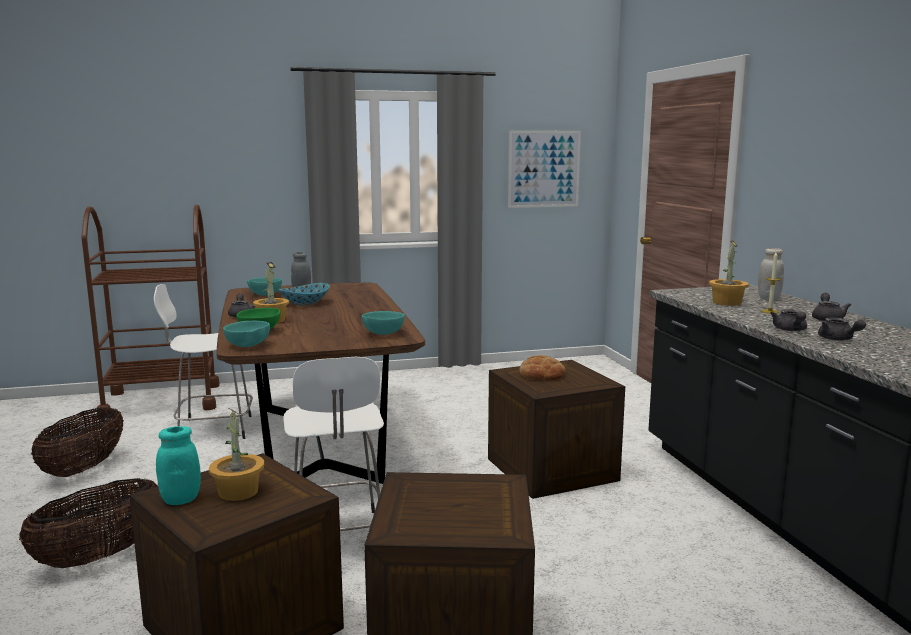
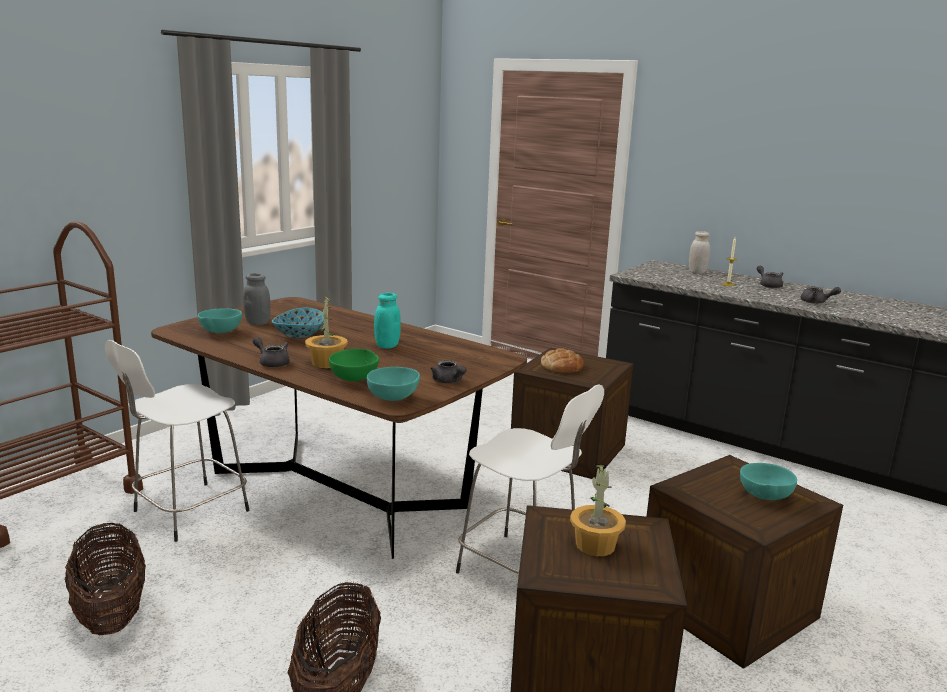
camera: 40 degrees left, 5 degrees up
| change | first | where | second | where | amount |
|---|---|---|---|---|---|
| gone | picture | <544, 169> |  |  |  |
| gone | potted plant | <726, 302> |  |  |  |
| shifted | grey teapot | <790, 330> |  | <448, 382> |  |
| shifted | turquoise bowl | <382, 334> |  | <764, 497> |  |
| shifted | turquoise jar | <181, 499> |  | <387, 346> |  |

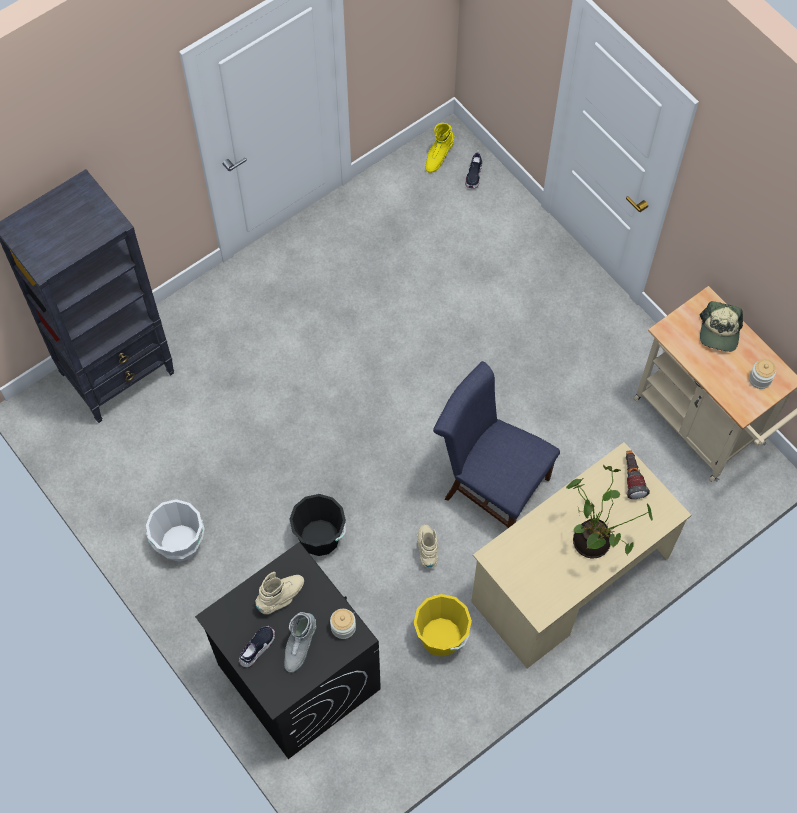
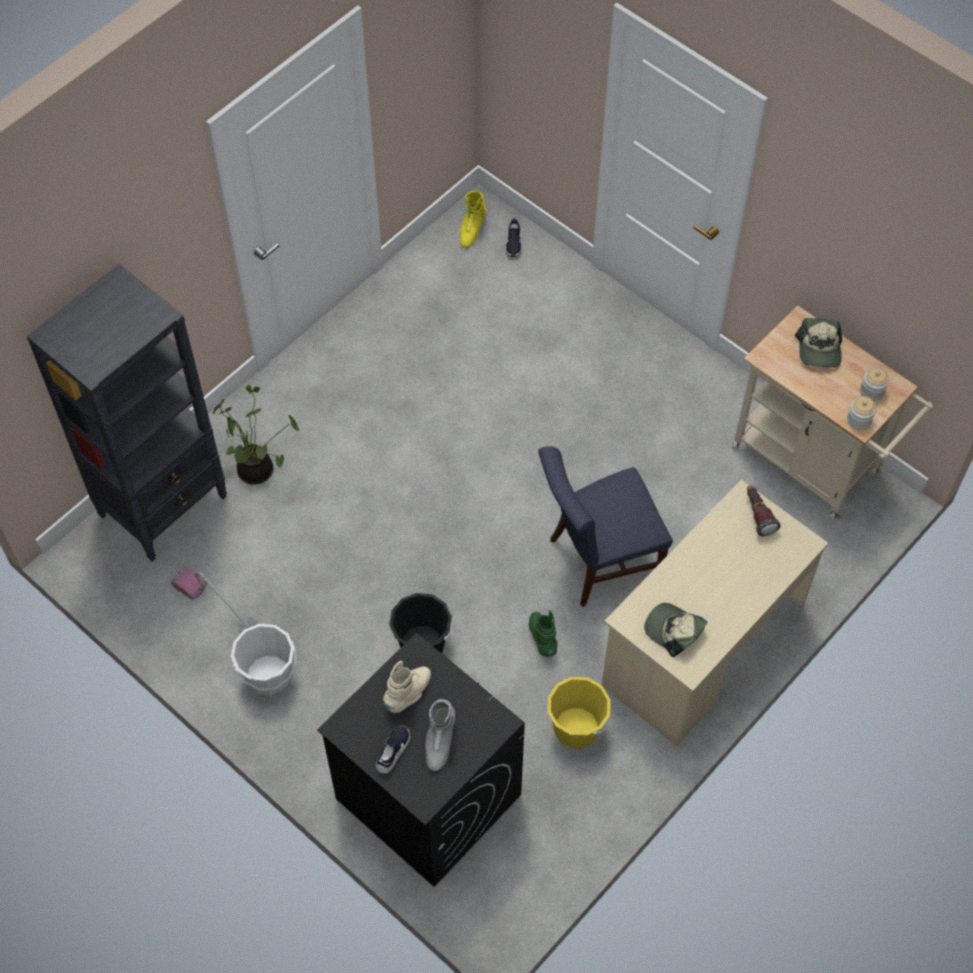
camera: 10 degrees left, 5 degrees down
| change | first | where | second | where | amount |
|---|---|---|---|---|---|
| rotated | blue chair | <490, 486> |  | <597, 561> | 45 degrees counterclockwise |
| shifted | potted plant | <594, 540> |  | <258, 469> |  |
| repainted | beige boot | <427, 549> | green boot | <543, 638> |  |
| shifted | jar | <343, 627> |  | <859, 420> |  |
| new |  |  | vacuum cleaner | <214, 603> |  |
| new |  |  | cap | <674, 631> |  |

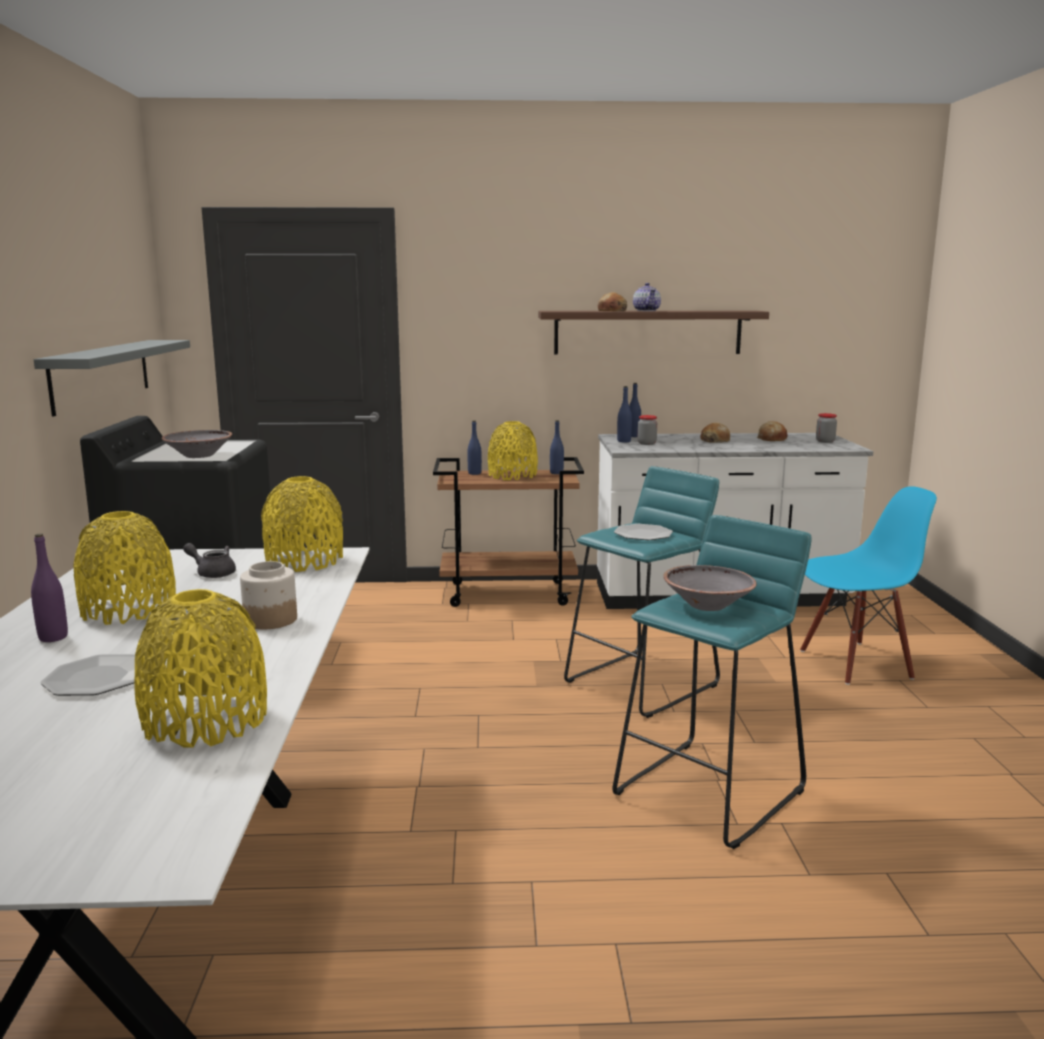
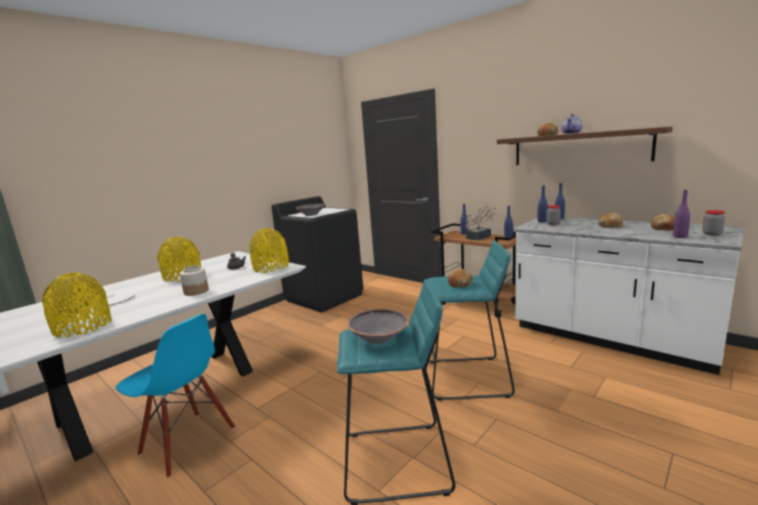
camera: 45 degrees right, 0 degrees up
| change | first | where | second | where | amount |
|---|---|---|---|---|---|
| gone | grey shelf | <102, 374> |  |  |  |
| swapped | yellow vase | <512, 475> | potted plant | <480, 236> |  |
| shifted | blue chair | <855, 663> |  | <187, 442> |  |
| swapped | plate | <643, 534> | bread | <459, 283> |  |
| shifted | purple bottle | <53, 637> |  | <680, 236> |  |

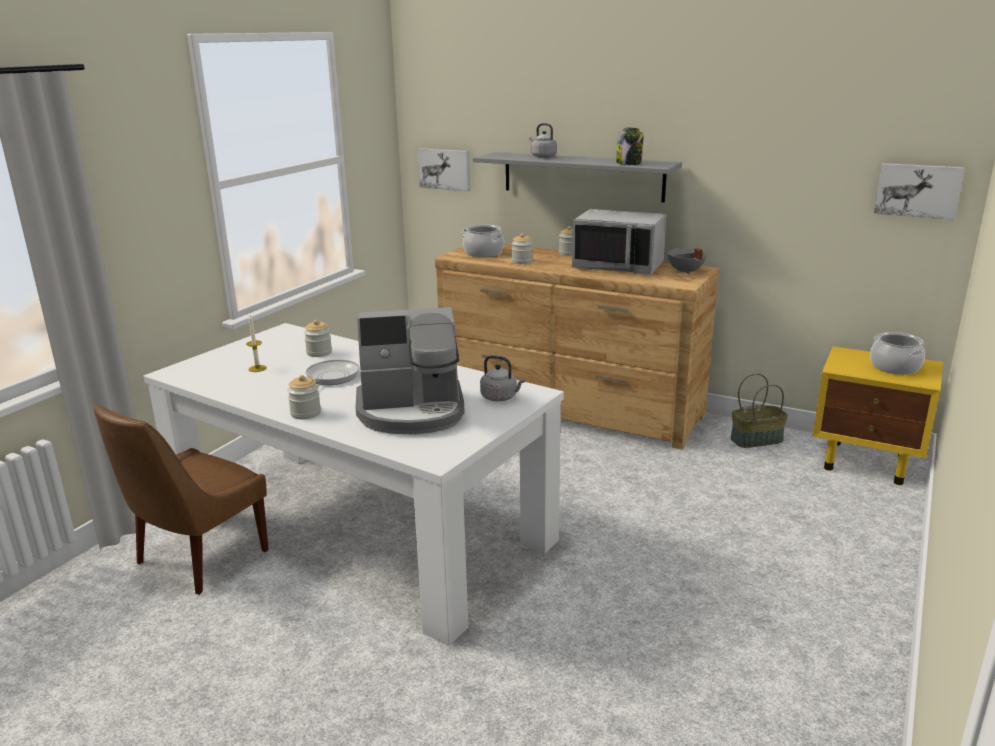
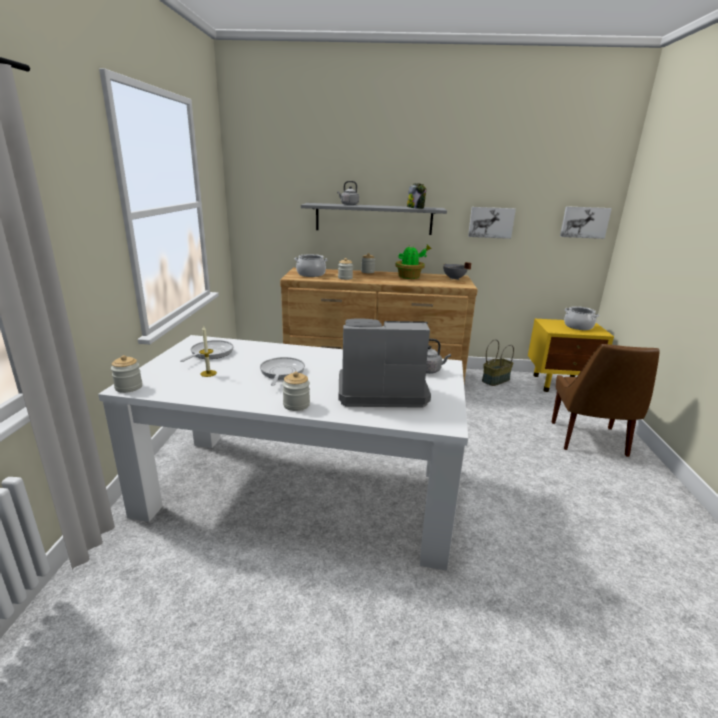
camera: 25 degrees left, 0 degrees up
| change | first | where | second | where | amount |
|---|---|---|---|---|---|
| shifted | picture | <445, 169> |  | <491, 222> |  |
| swapped | grey microwave | <618, 266> | potted plant | <410, 277> |  |
| rotated | coffee machine | <412, 412> |  | <380, 390> | 150 degrees counterclockwise |
| shifted | jar | <319, 352> |  | <129, 387> |  |
| shifted | brown chair | <198, 559> |  | <589, 440> |  |
| new |  |  | frying pan | <210, 353> |  |

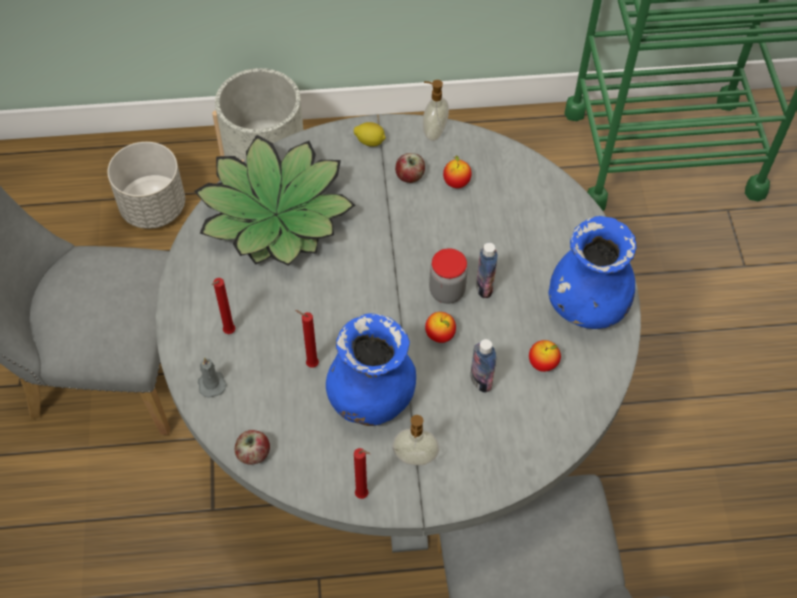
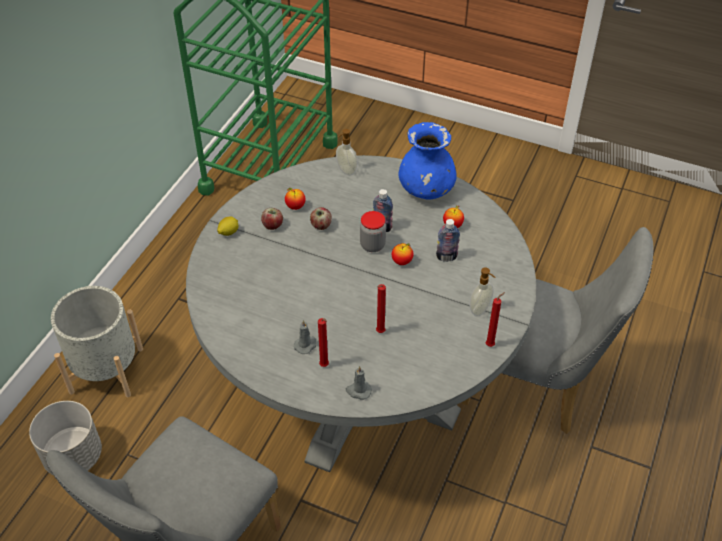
camera: 60 degrees left, 10 degrees down
| change | first | where | second | where | amount |
|---|---|---|---|---|---|
| shifted | soap dispenser | <433, 131> |  | <346, 171> |  |
| gone | potted plant | <276, 214> |  |  |  |
| gone | blue vase | <371, 398> |  |  |  |
| shifted | apple | <253, 454> |  | <321, 226> |  |
| new |  |  | grey candle | <306, 345> |  |

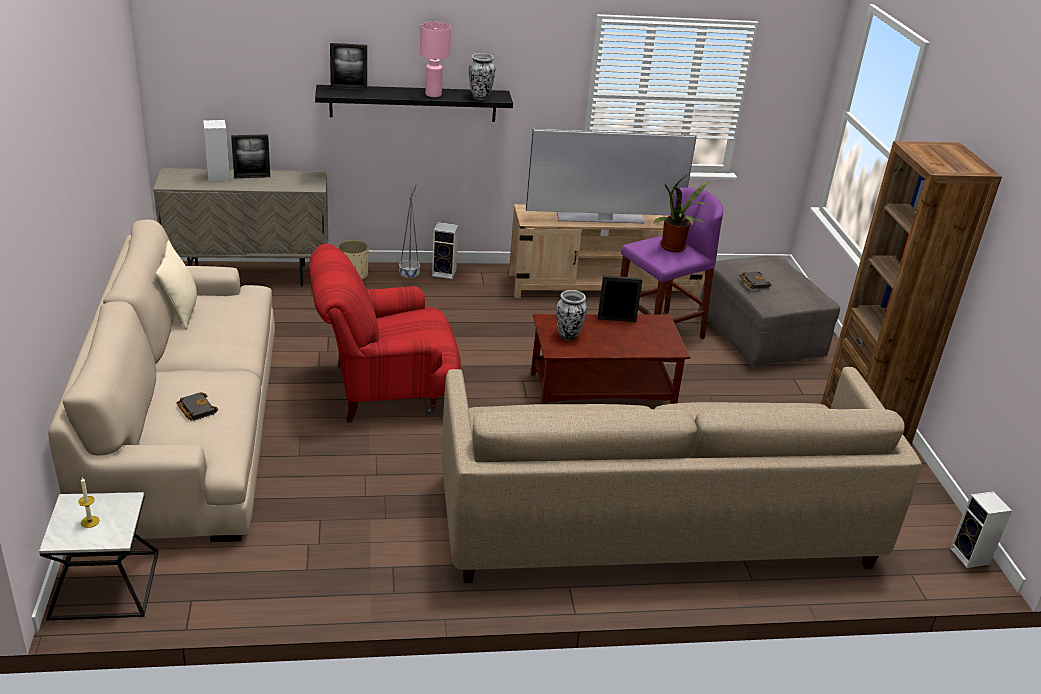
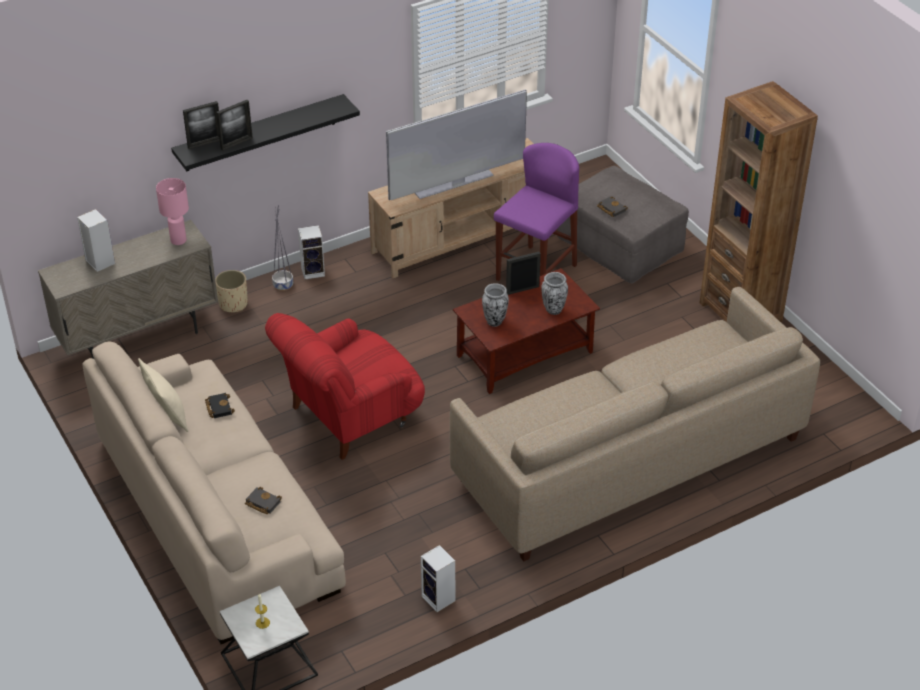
camera: 20 degrees left, 10 degrees up
| change | first | where | second | where | amount |
|---|---|---|---|---|---|
| shifted | pink table lamp | <433, 95> |  | <178, 241> |  |
| shifted | vase | <480, 97> |  | <553, 309> |  |
| shifted | picture frame | <252, 177> |  | <236, 143> |  |
| gone | potted plant | <675, 248> |  |  |  |
| shifted | speaker | <971, 557> |  | <439, 599> |  |
| new |  |  | black book | <218, 407> |  |

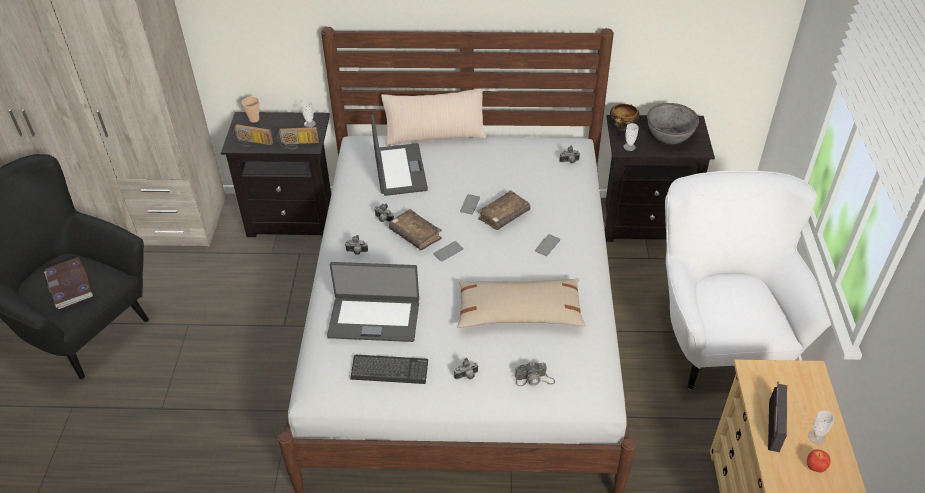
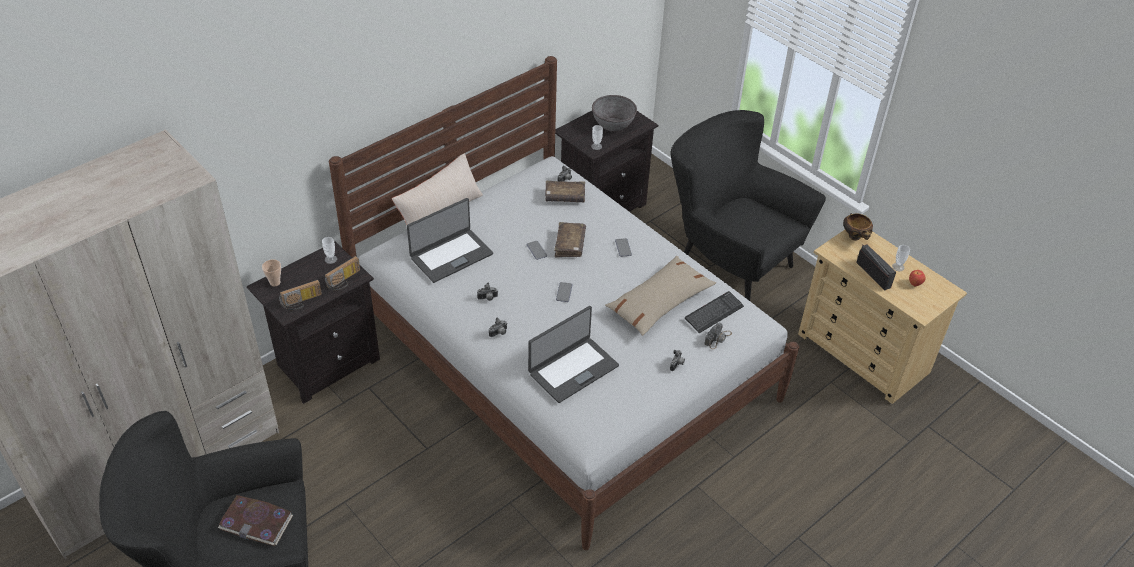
camera: 45 degrees left, 0 degrees up
| change | first | where | second | where | amount |
|---|---|---|---|---|---|
| shifted | bowl | <622, 128> |  | <855, 237> |  |
| rotated | laptop | <399, 170> |  | <451, 255> | 105 degrees clockwise |
| repainted | white armchair | <717, 336> | black armchair | <728, 259> |  |
| shifted | brown book | <415, 235> |  | <565, 196> |  |
| shifted | keyboard | <389, 370> |  | <714, 313> |  |

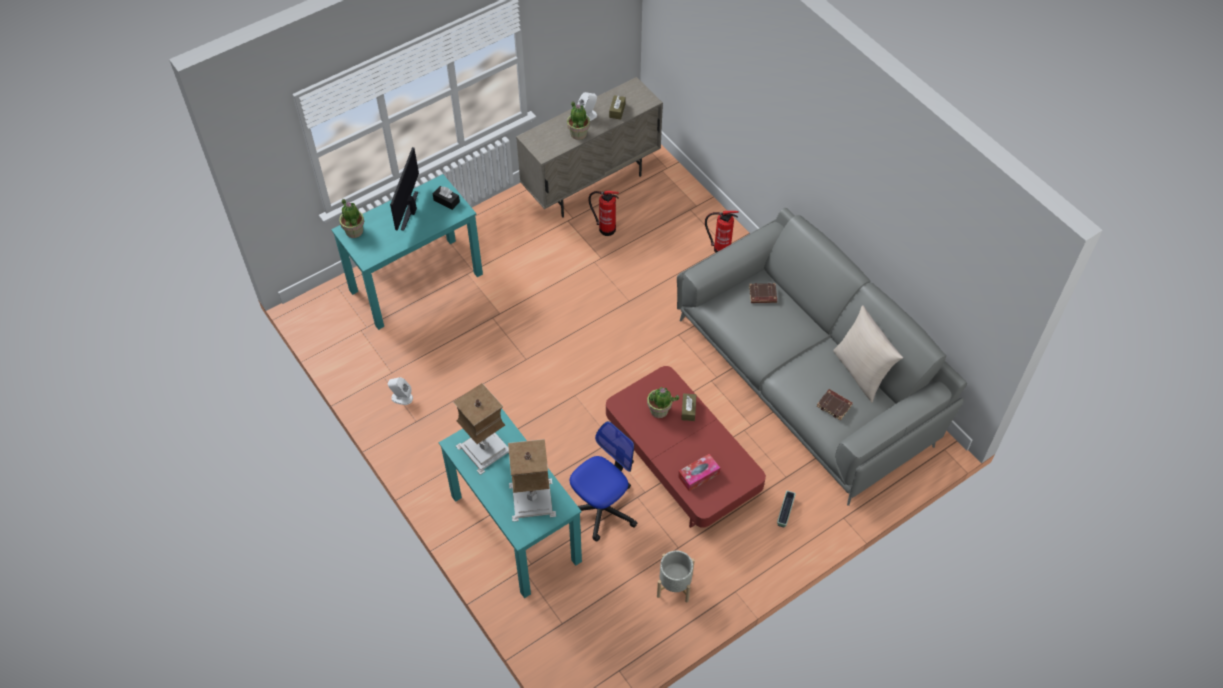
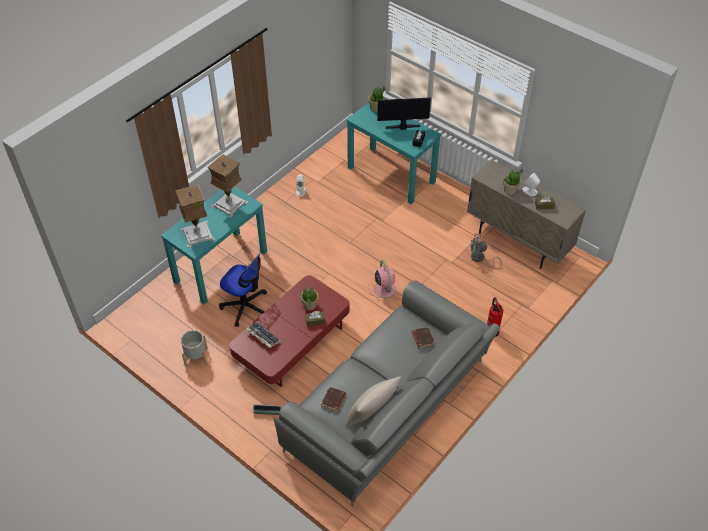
camera: 75 degrees right, 5 degrees down
| change | first | where | second | where | amount |
|---|---|---|---|---|---|
| swapped | fire extinguisher | <605, 228> | grey fan | <480, 259> |  |
| swapped | tissue box | <698, 475> | keyboard | <263, 337> |  |
| new |  |  | pink fan | <384, 288> |  |

